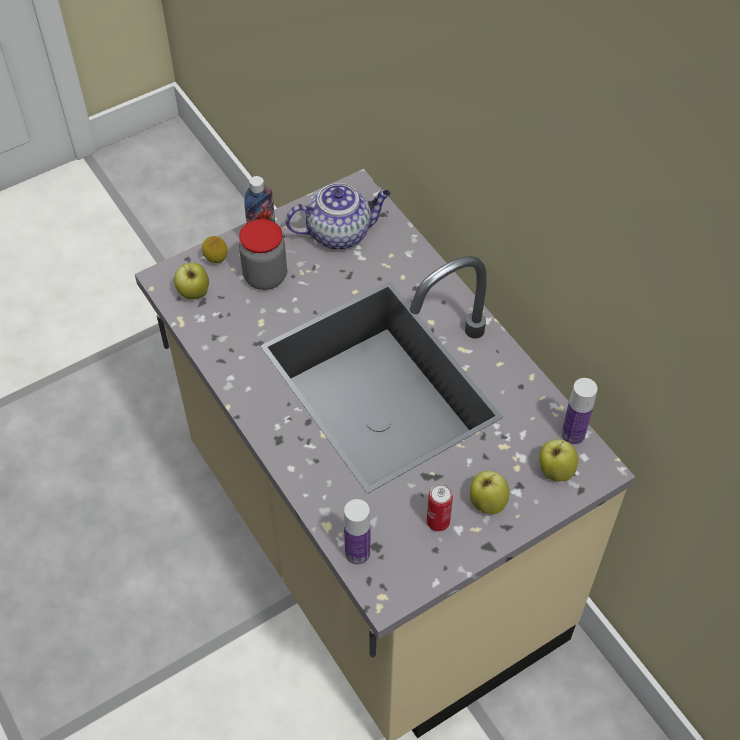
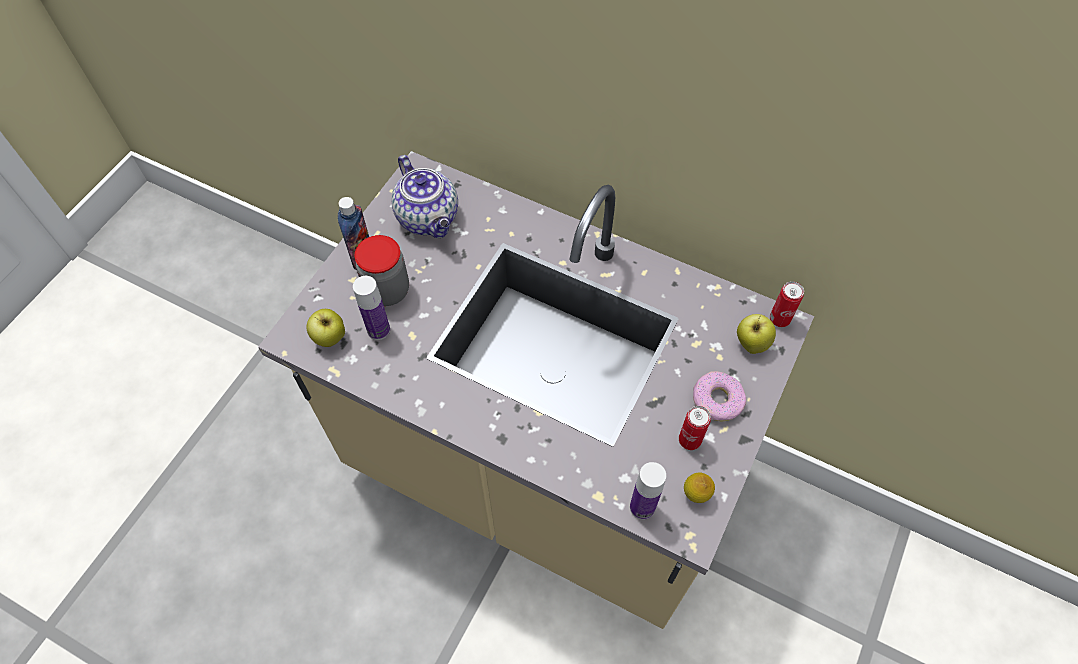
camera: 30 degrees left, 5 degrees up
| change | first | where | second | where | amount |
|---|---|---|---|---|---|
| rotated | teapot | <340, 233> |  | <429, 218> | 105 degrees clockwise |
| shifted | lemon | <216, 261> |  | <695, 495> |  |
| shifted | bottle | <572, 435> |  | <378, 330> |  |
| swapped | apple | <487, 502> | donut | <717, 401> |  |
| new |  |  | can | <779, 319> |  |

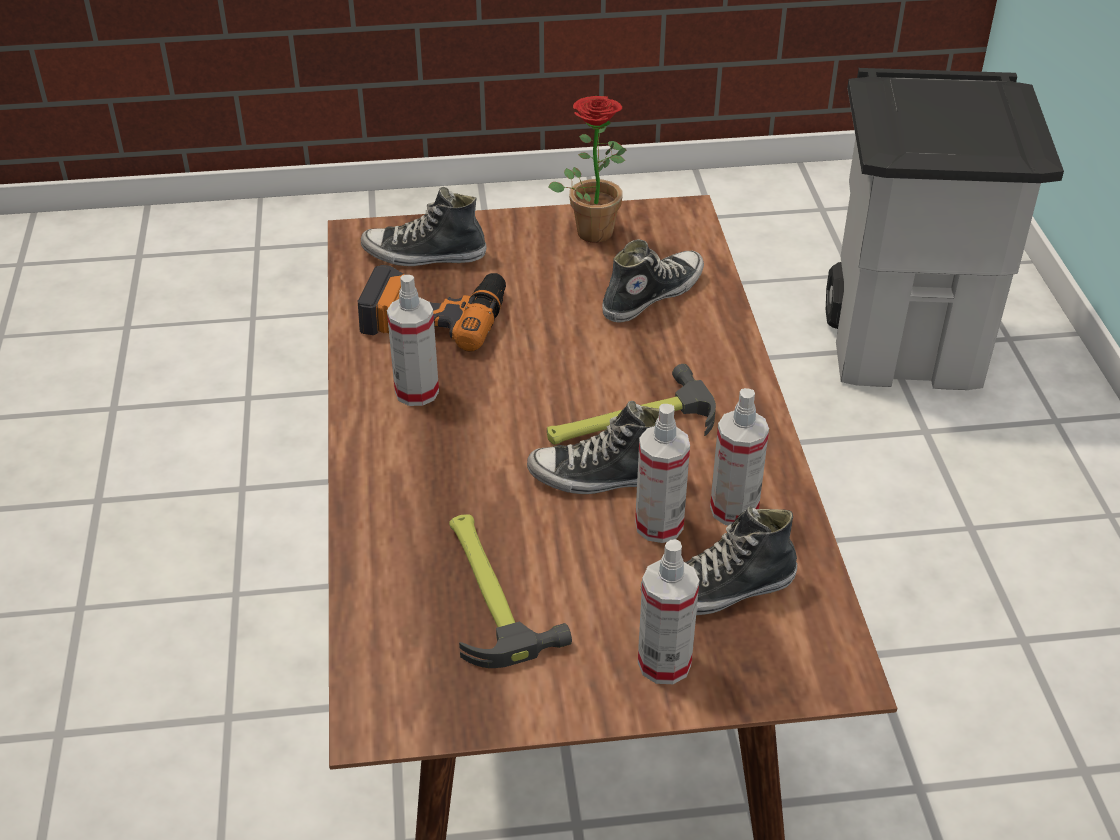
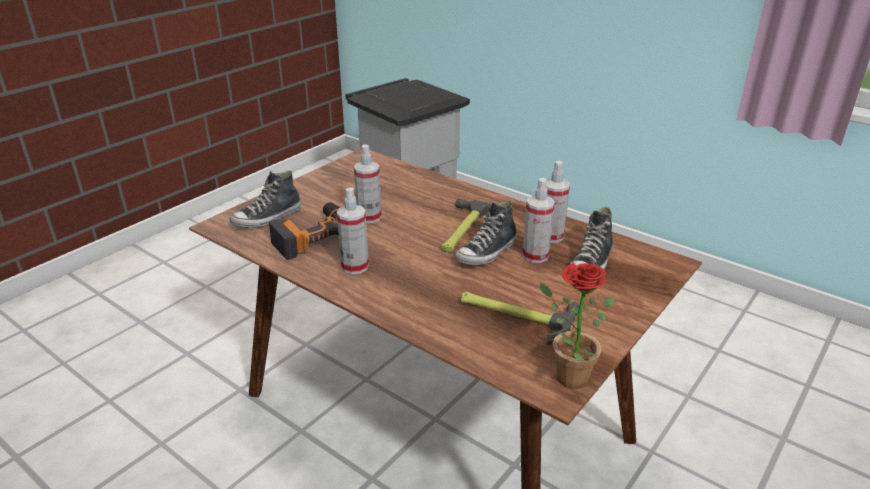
camera: 45 degrees left, 10 degrees down
| change | first | where | second | where | amount |
|---|---|---|---|---|---|
| shifted | potted plant | <592, 228> |  | <565, 375> |  |
| gone | shoe | <651, 295> |  |  |  |
| shifted | spray bottle | <664, 663> |  | <369, 217> |  |

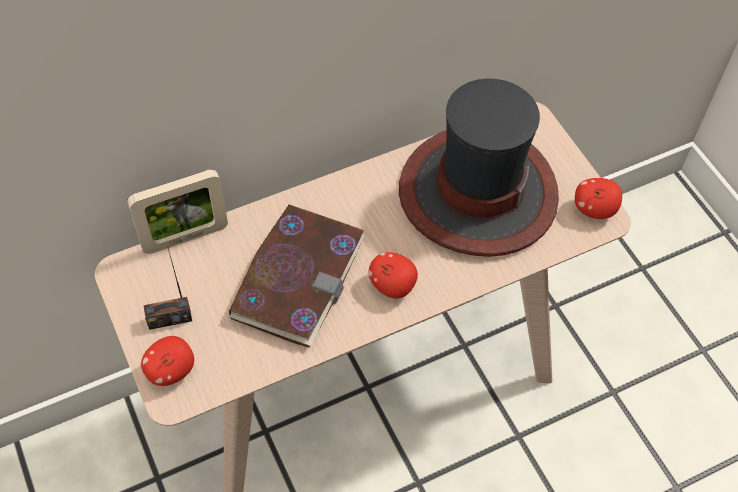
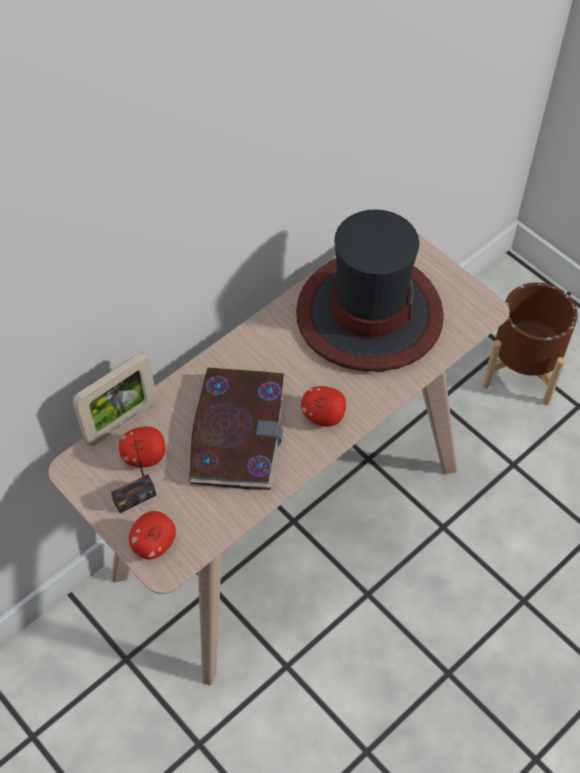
camera: 15 degrees left, 0 degrees up
| change | first | where | second | where | amount |
|---|---|---|---|---|---|
| shifted | apple | <594, 209> |  | <145, 456> |  |
| new |  |  | brown planter | <523, 370> |  |

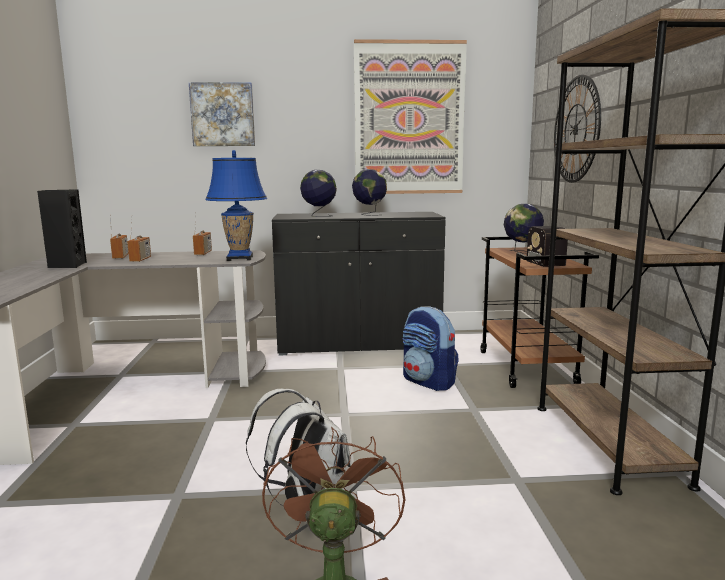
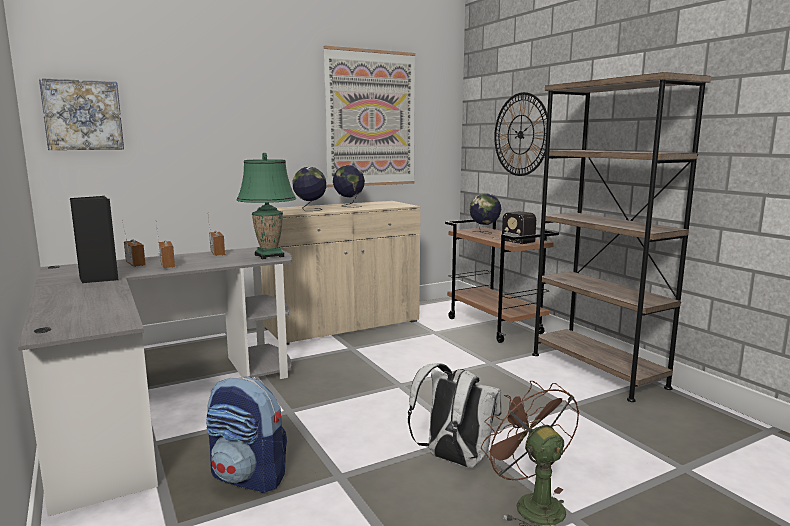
camera: 25 degrees left, 0 degrees up
| change | first | where | second | where | amount |
|---|---|---|---|---|---|
| shifted | picture | <222, 114> |  | <83, 115> |  |
| repainted | blue table lamp | <240, 258> | green table lamp | <269, 256> |  |
| repainted | black cabinet | <358, 344> | beige cabinet | <343, 325> |  |
| shifted | backpack | <429, 382> |  | <249, 477> |  |

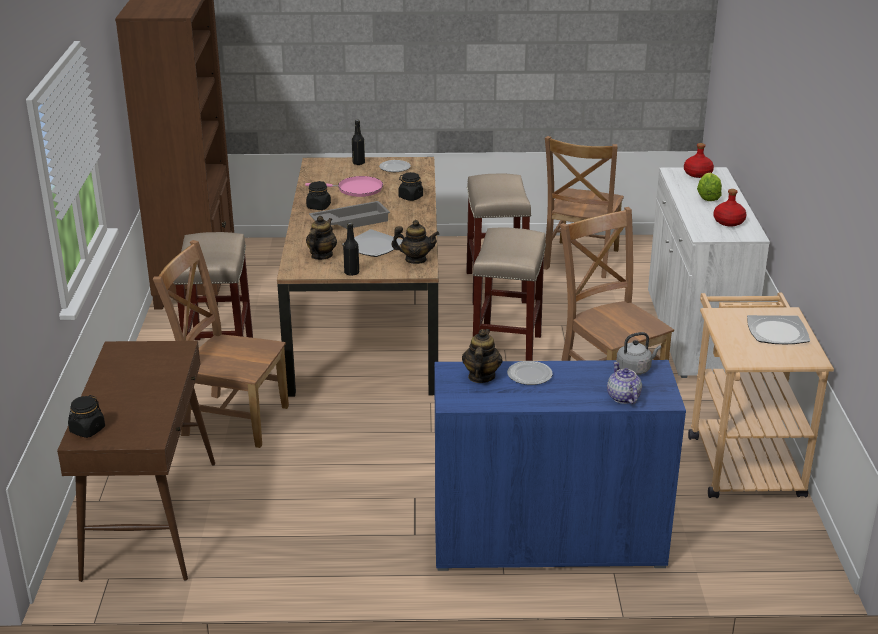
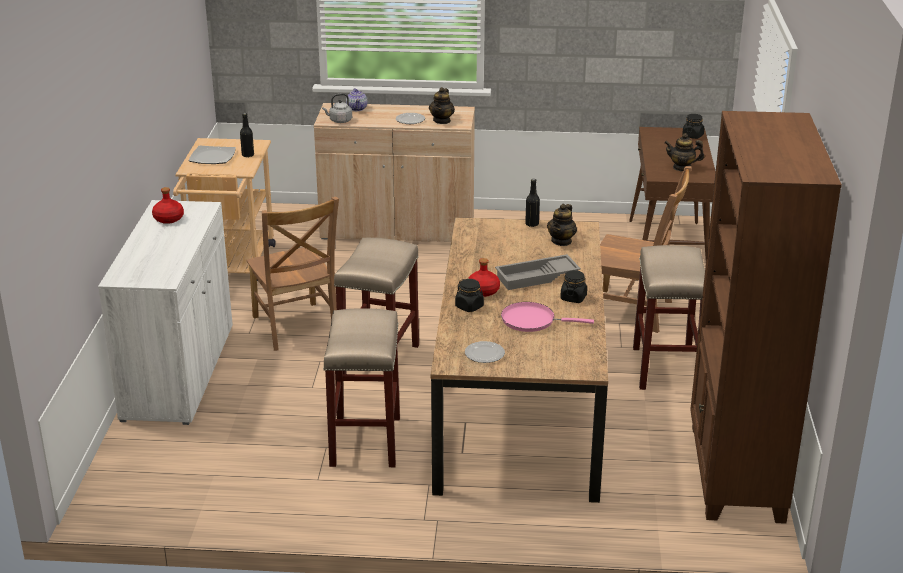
camera: 175 degrees left, 0 degrees up
| change | first | where | second | where | amount |
|---|---|---|---|---|---|
| shifted | black bottle | <358, 163> |  | <248, 155> |  |
| gone | brown chair | <580, 261> |  |  |  |
| shifted | red bottle | <697, 174> |  | <483, 291> |  |
| gone | lettuce | <708, 197> |  |  |  |
| shifted | teapot | <415, 260> |  | <682, 167> |  |
| gone | plate | <372, 246> |  |  |  |
| repainted | blue cabinet | <547, 540> | beige cabinet | <398, 229> |  |

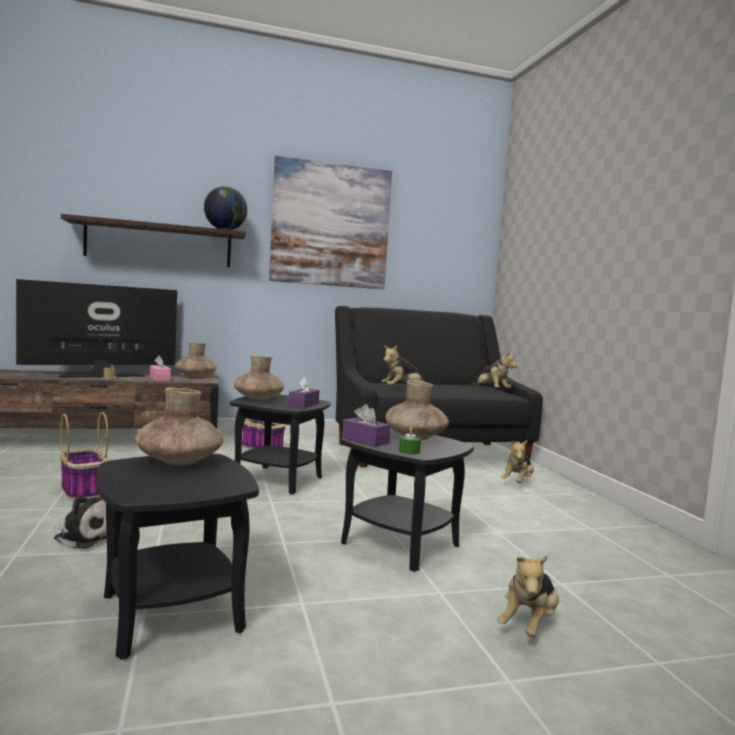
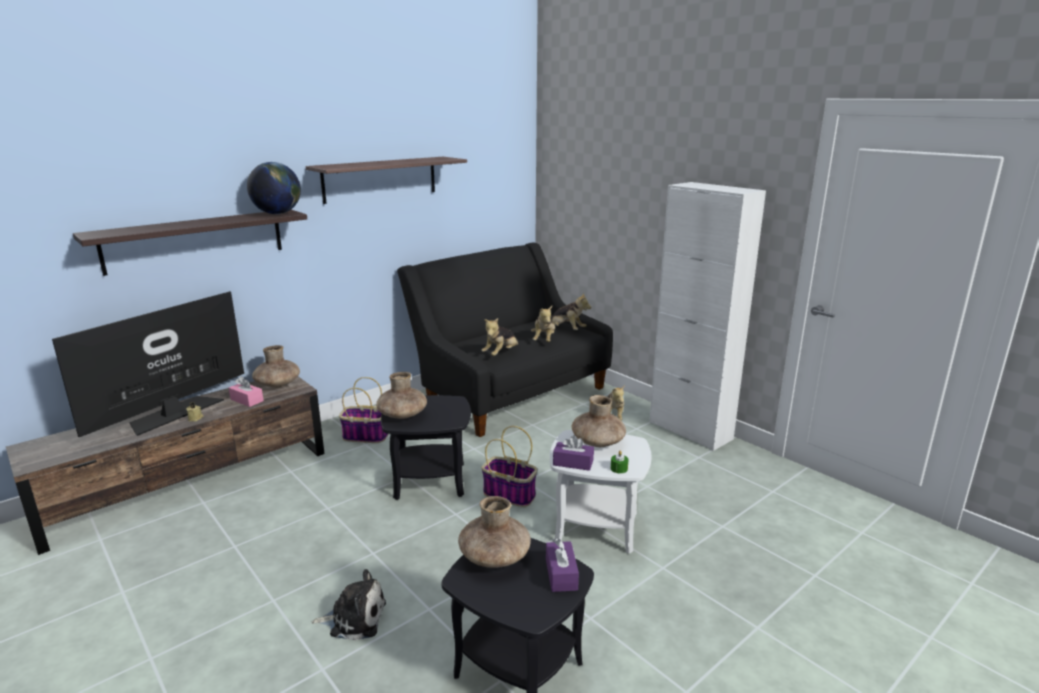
camera: 25 degrees left, 15 degrees up
| change | first | where | second | where | amount |
|---|---|---|---|---|---|
| swapped | picture | <330, 225> | shelf | <380, 179> |  |
| shifted | purple tissue box | <303, 405> |  | <561, 574> |  |
| shifted | basket | <83, 491> |  | <510, 494> |  |
| repainted | black side table | <400, 544> | white side table | <597, 527> |  |
| shifted | plush toy | <529, 625> |  | <544, 340> |  |
| new |  |  | white cabinet | <690, 430> |  |

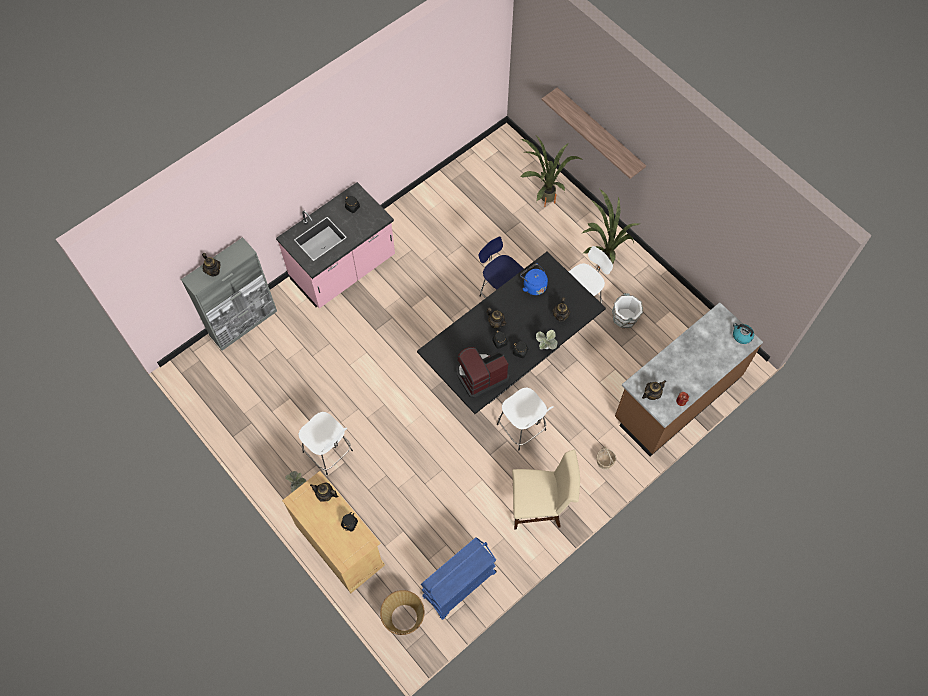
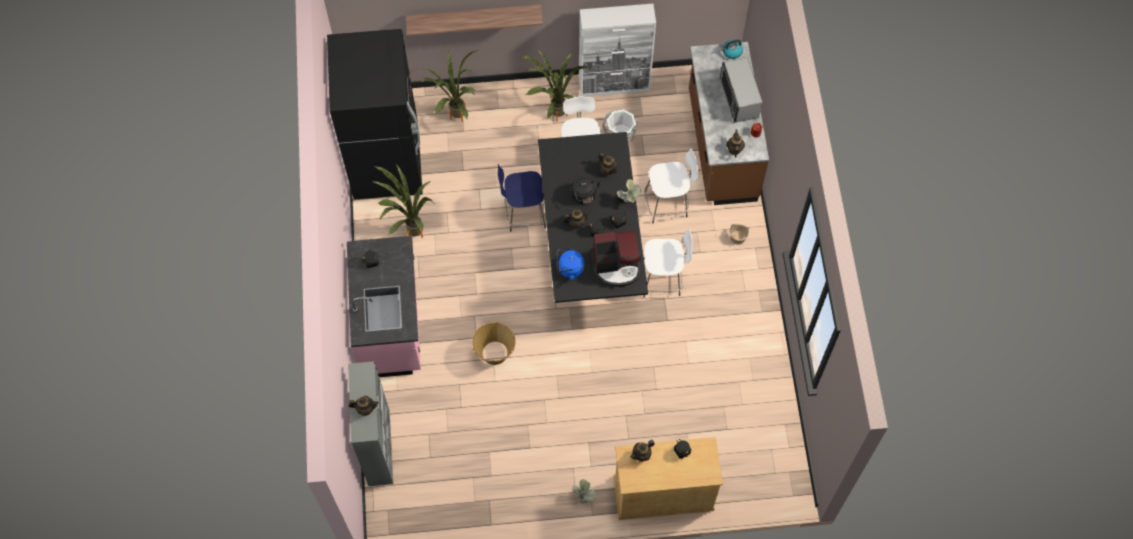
camera: 55 degrees left, 0 degrees up
| change | first | where | second | where | amount |
|---|---|---|---|---|---|
| shifted | blue kettle | <533, 285> |  | <569, 269> |  |
| rotated | coffee machine | <480, 375> |  | <616, 266> | 105 degrees counterclockwise |
| shifted | white stool | <329, 452> |  | <667, 204> |  |
| gone | beige chair | <540, 505> |  |  |  |
| gone | blue cart | <459, 585> |  |  |  |
| shifted | basket | <404, 618> |  | <495, 353> |  |
| new |  |  | white cabinet | <614, 85> |  |
| new |  |  | black fridge | <386, 163> |  |
| new |  |  | microwave | <739, 98> |  |
| new |  |  | potted plant | <410, 231> |  |
| new |  |  | black kettle | <584, 196> |  |

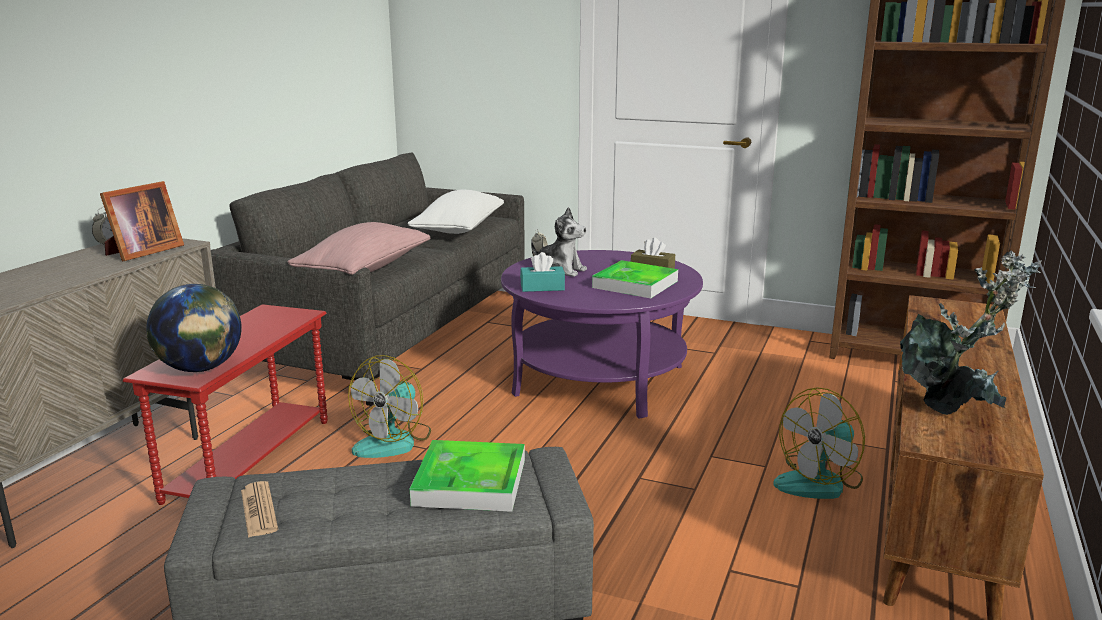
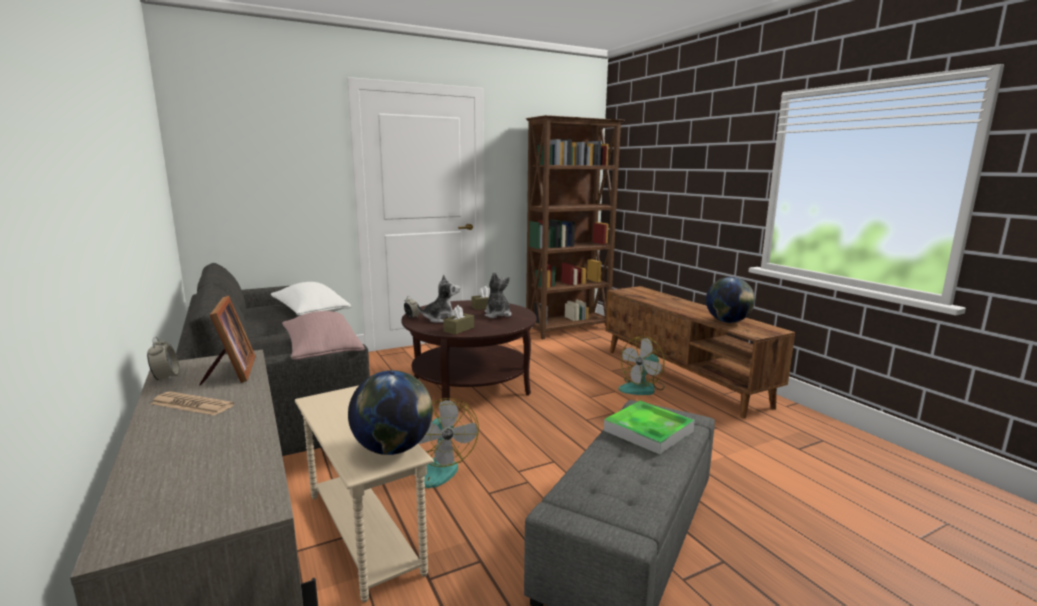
camera: 50 degrees left, 5 degrees down
| change | first | where | second | where | amount |
|---|---|---|---|---|---|
| repainted | purple coffee table | <599, 379> | brown coffee table | <470, 386> |  |
| swapped | potted plant | <951, 407> | globe | <727, 322> |  |
| repainted | turquoise tissue box | <542, 287> | brown tissue box | <459, 329> |  |
| swapped | tray | <635, 284> | plush toy | <497, 315> |  |
| repainted | red side table | <248, 459> | beige side table | <362, 533> |  |
| rotated | fan | <820, 482> |  | <642, 388> | 45 degrees clockwise |
| shifted | newspaper | <259, 510> |  | <192, 405> |  |

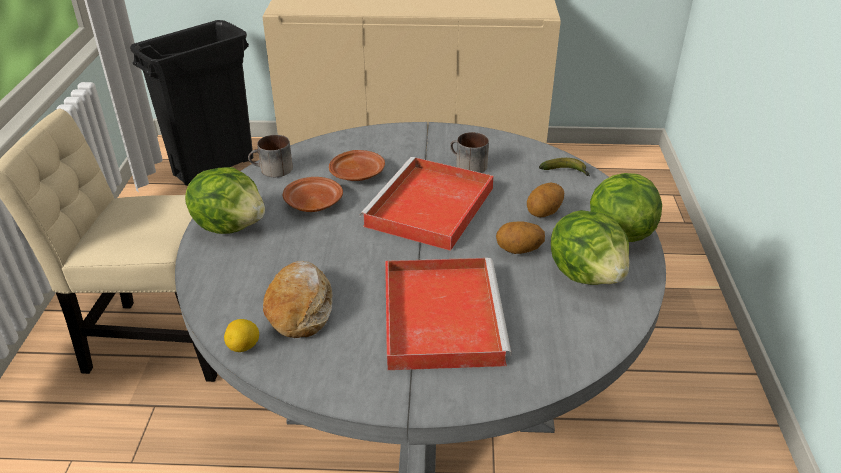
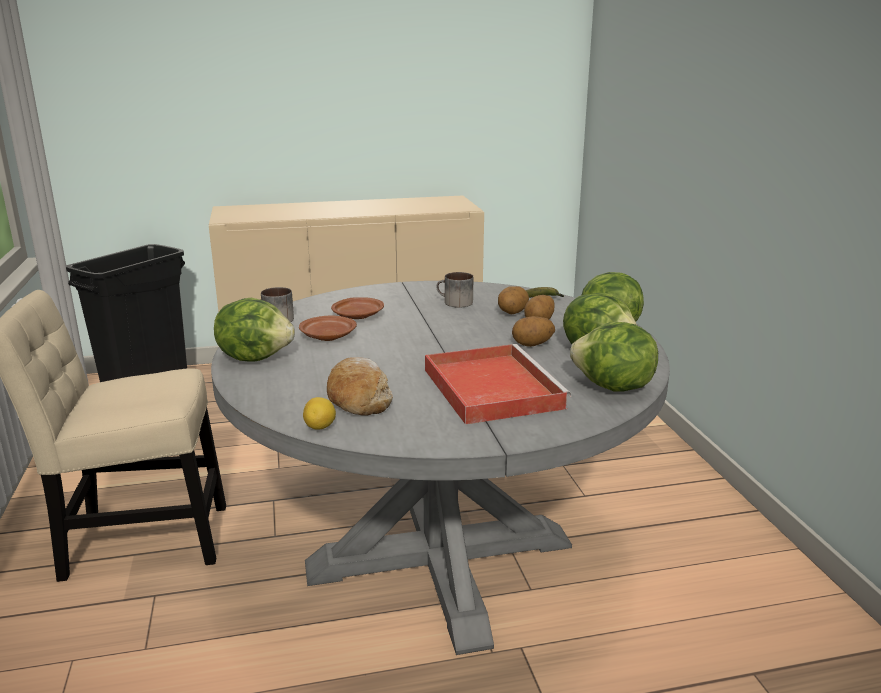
camera: 15 degrees left, 15 degrees down
| change | first | where | second | where | amount |
|---|---|---|---|---|---|
| gone | red tray | <429, 208> |  |  |  |
| new |  |  | potato | <512, 313> |  |
| new |  |  | lettuce | <613, 388> |  |

